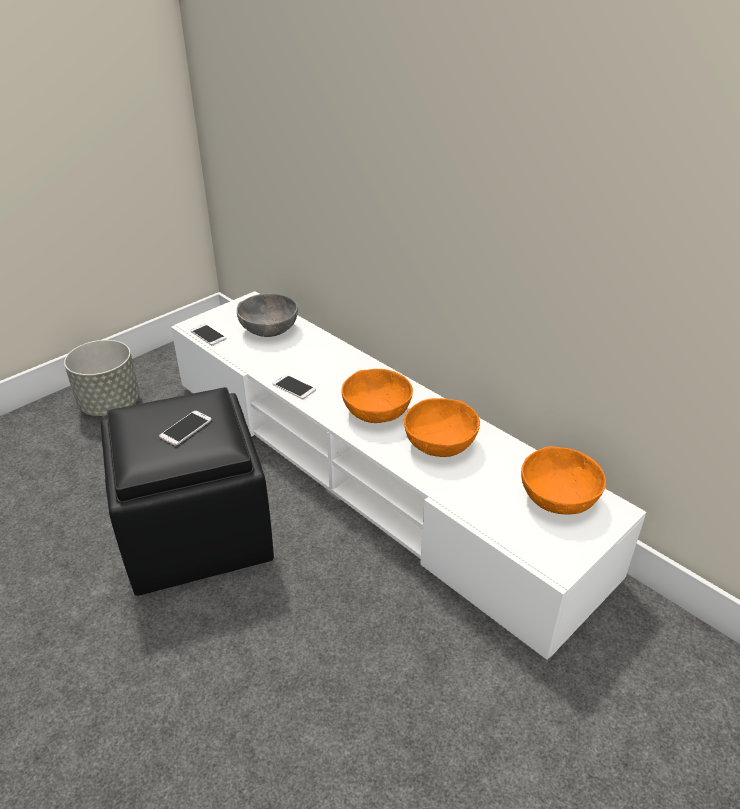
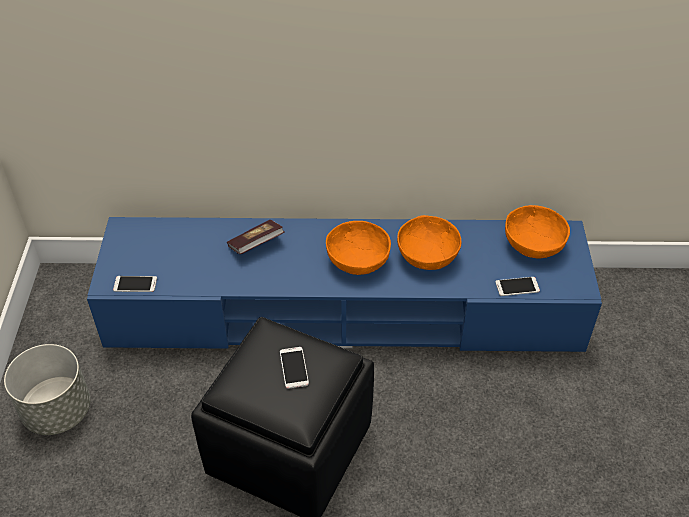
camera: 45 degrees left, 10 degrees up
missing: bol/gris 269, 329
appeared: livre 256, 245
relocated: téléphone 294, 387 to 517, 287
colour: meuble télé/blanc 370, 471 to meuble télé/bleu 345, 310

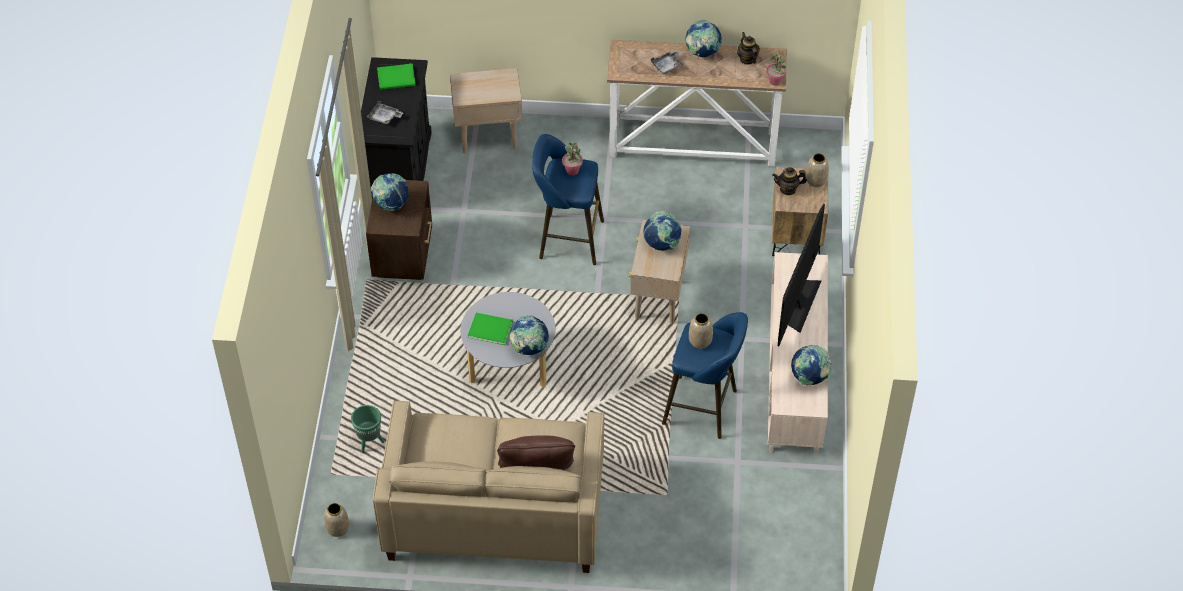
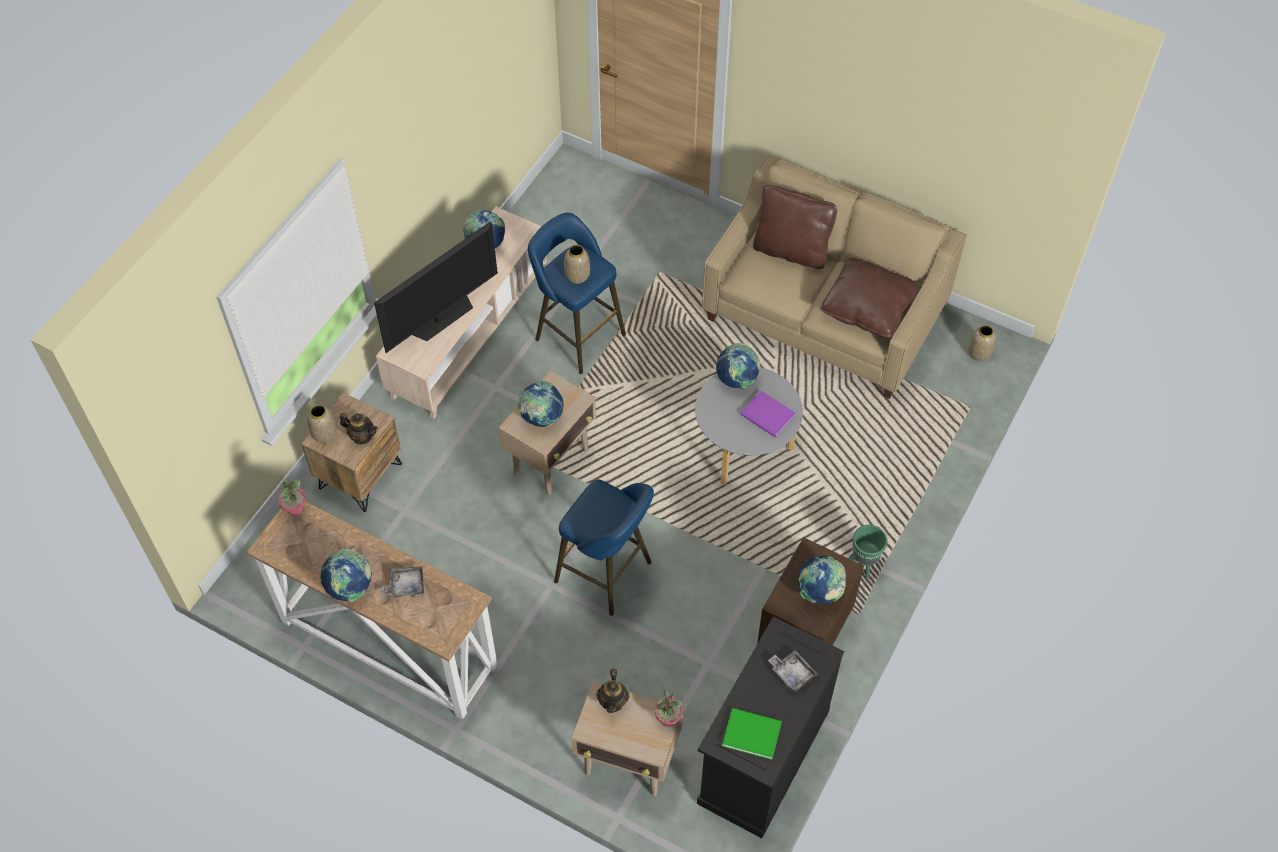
camera: 155 degrees left, 5 degrees up
appeared: coussin/marron 867, 307
relocated: cache-pot/vert 369, 442 to 864, 564; plante en pot 572, 170 to 668, 719; théière 747, 59 to 613, 701
colour: livre/vert 489, 328 to livre/violet 768, 416

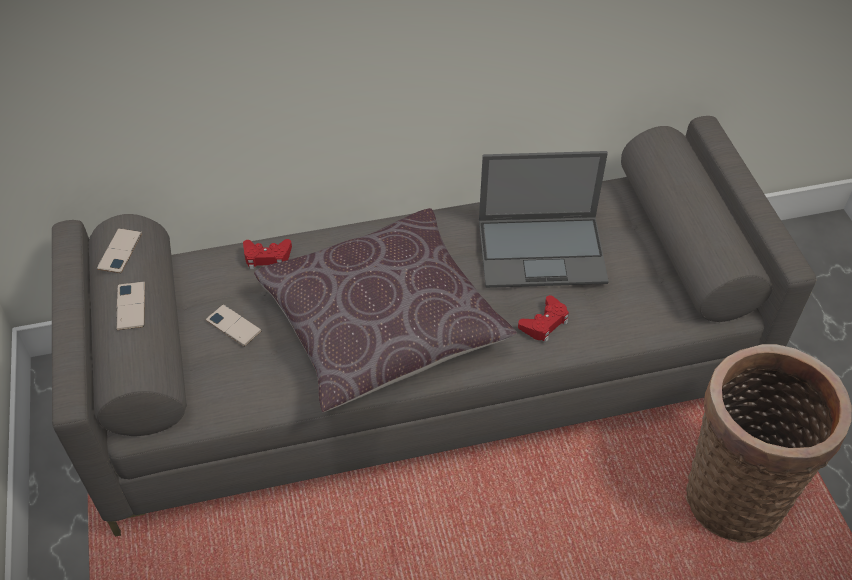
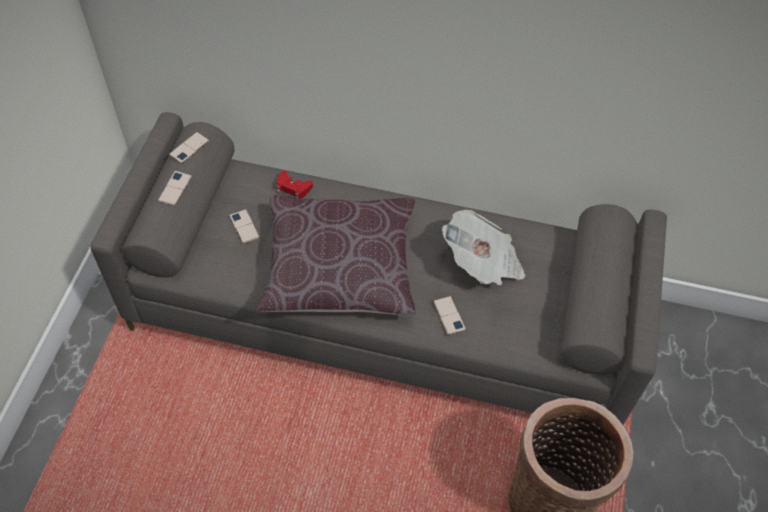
camera: 25 degrees right, 5 degrees up
exchanged: ordinateur portable 543, 251 to journal 482, 262; manette/rouge 544, 323 to téléphone 449, 315

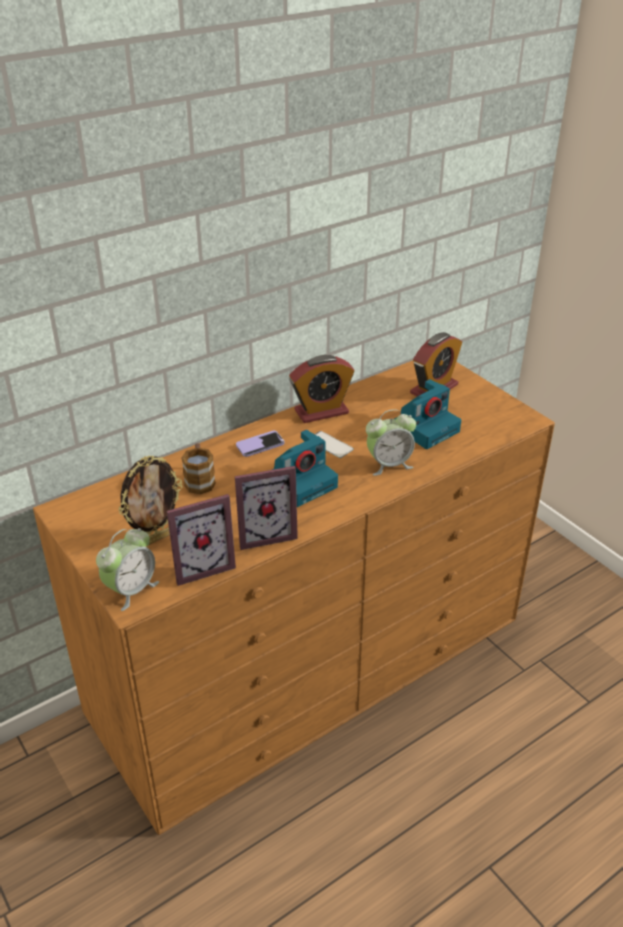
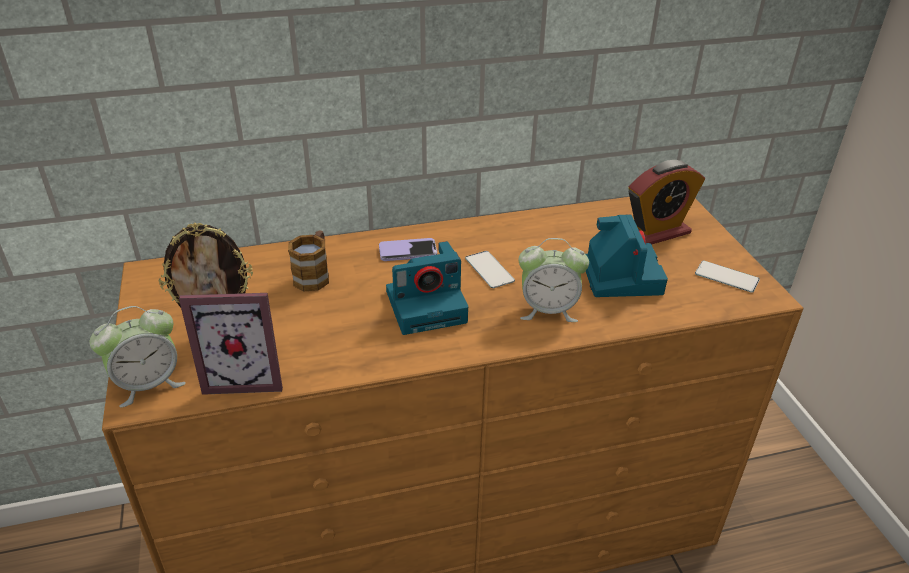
camera: 20 degrees right, 0 degrees up
missing: cadre photo 265, 533; réveil 321, 412
appeared: téléphone 726, 277
spun: appareil photo 425, 428 = 620, 276 75 degrees counterclockwise

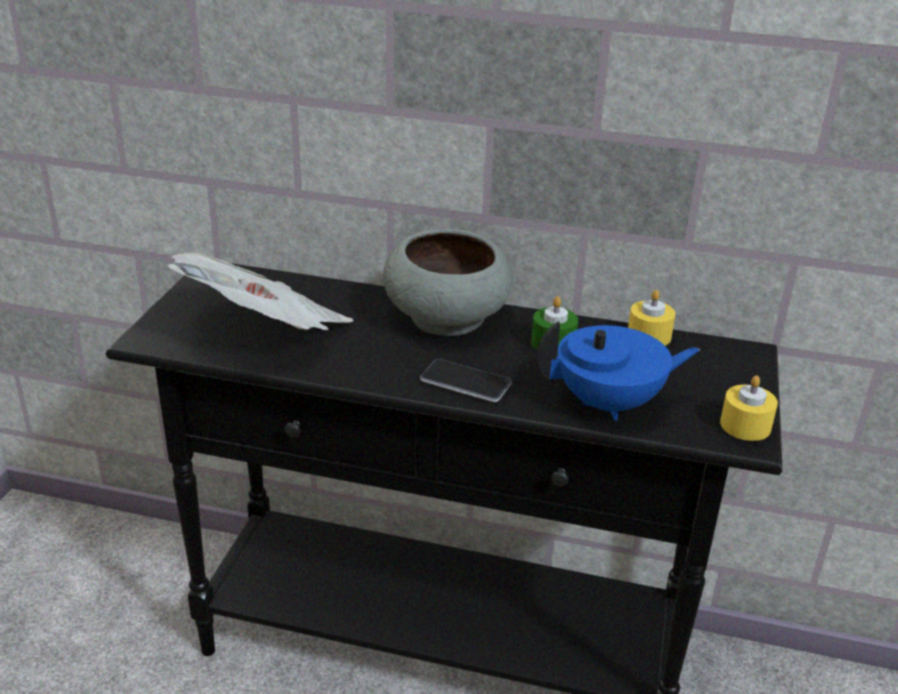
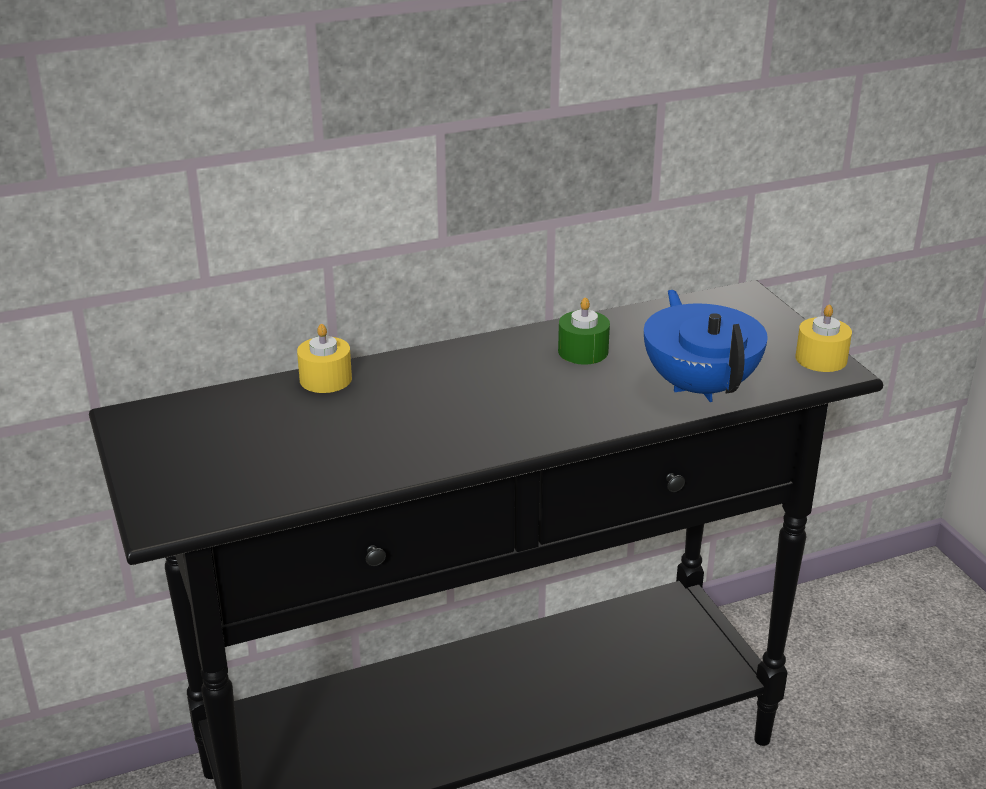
camera: 35 degrees left, 0 degrees up
missing: journal 267, 333; bol/gris 448, 317; téléphone 465, 382
relocated: bougie/jaune 649, 336 to 325, 379
spun: théière/bleu 610, 404 = 700, 386 60 degrees counterclockwise

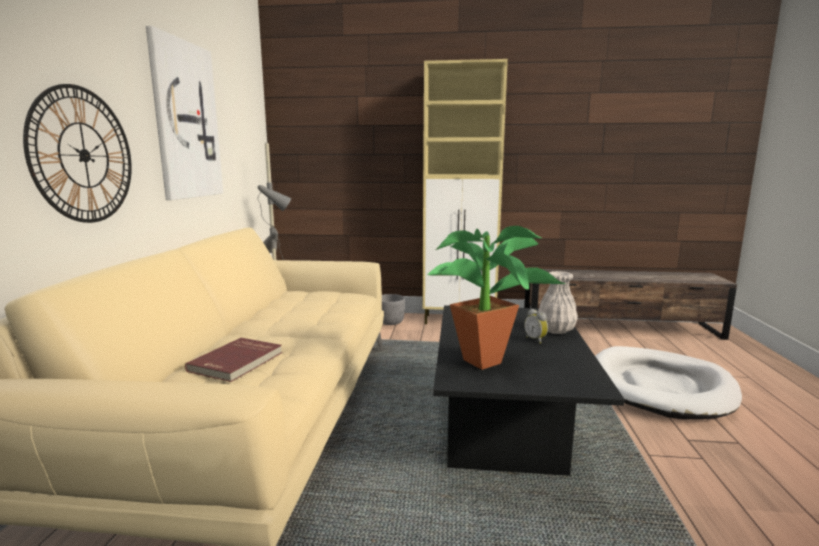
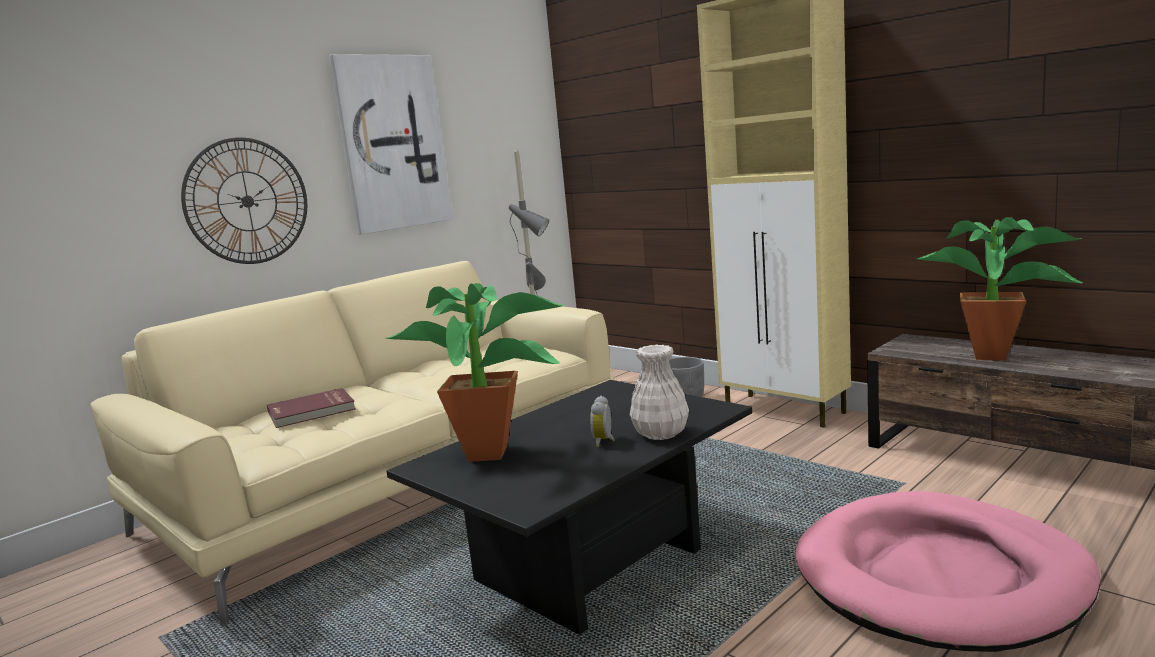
camera: 40 degrees right, 0 degrees up
appeared: plante en pot 999, 357
colour: panier pour chien/blanc 659, 387 to panier pour chien/rose 940, 577

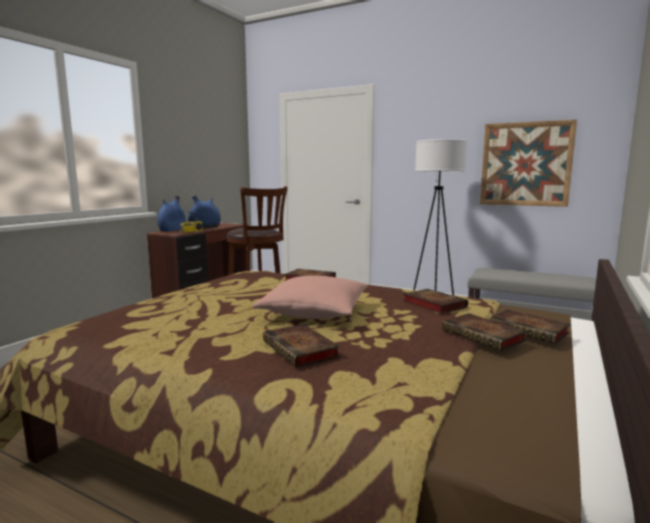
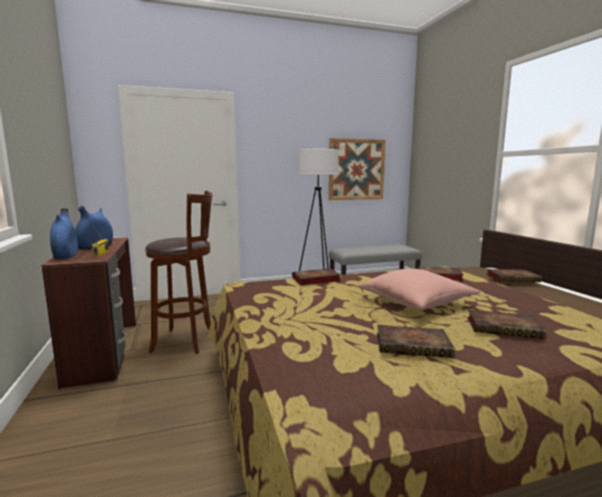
camera: 45 degrees left, 0 degrees up
relocated: livre 485, 336 to 414, 345

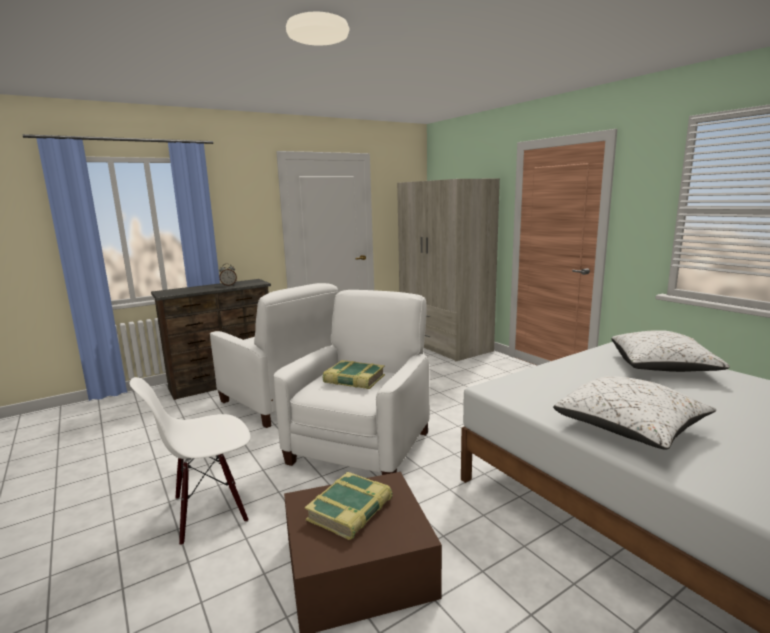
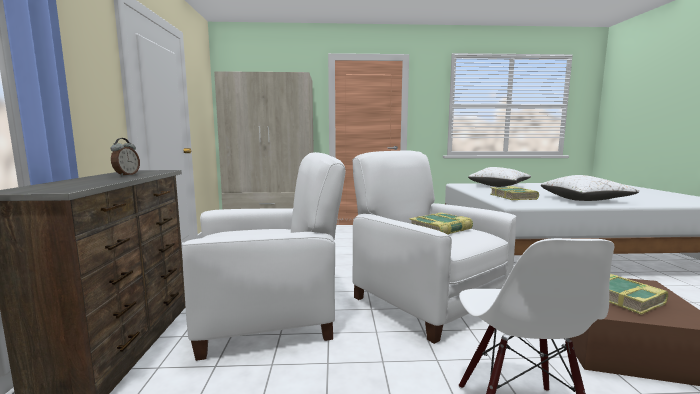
camera: 60 degrees left, 5 degrees down
appeared: livre 513, 197

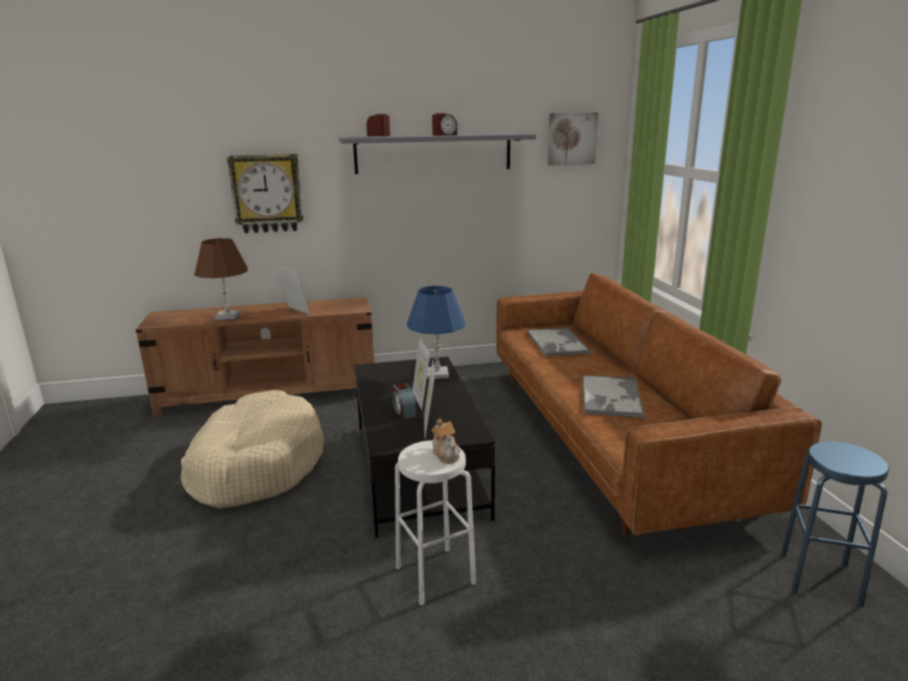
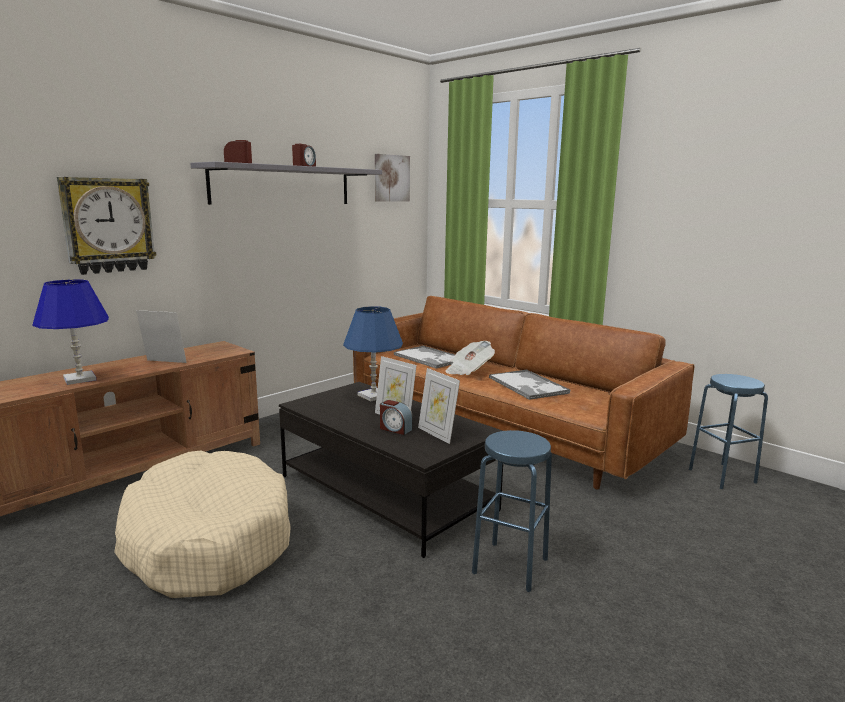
camera: 35 degrees left, 5 degrees down
missing: théière 446, 454
appeared: journal 468, 370
colour: lampe de table/marron 227, 316 to lampe de table/bleu 80, 379; tabouret/blanc 435, 575 to tabouret/bleu 510, 565

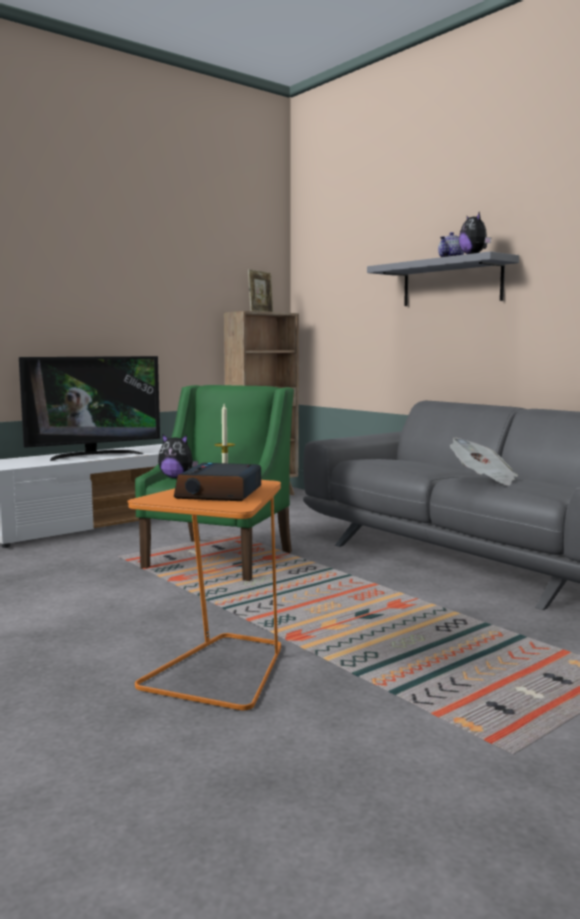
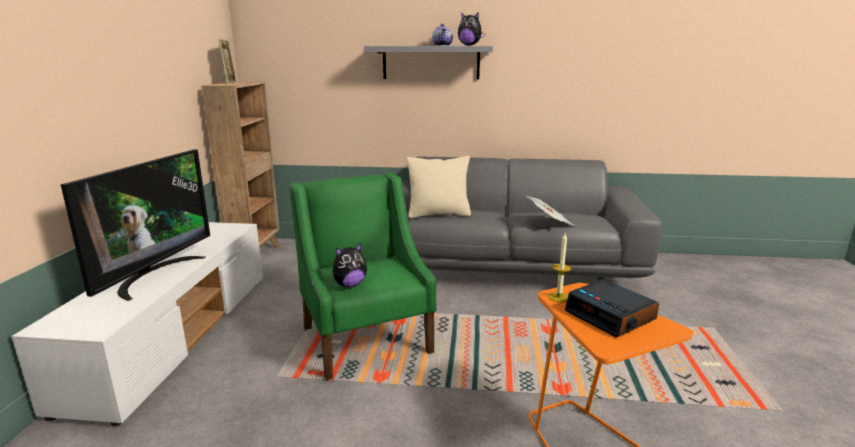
camera: 45 degrees left, 10 degrees up
appeared: coussin/beige 439, 214

